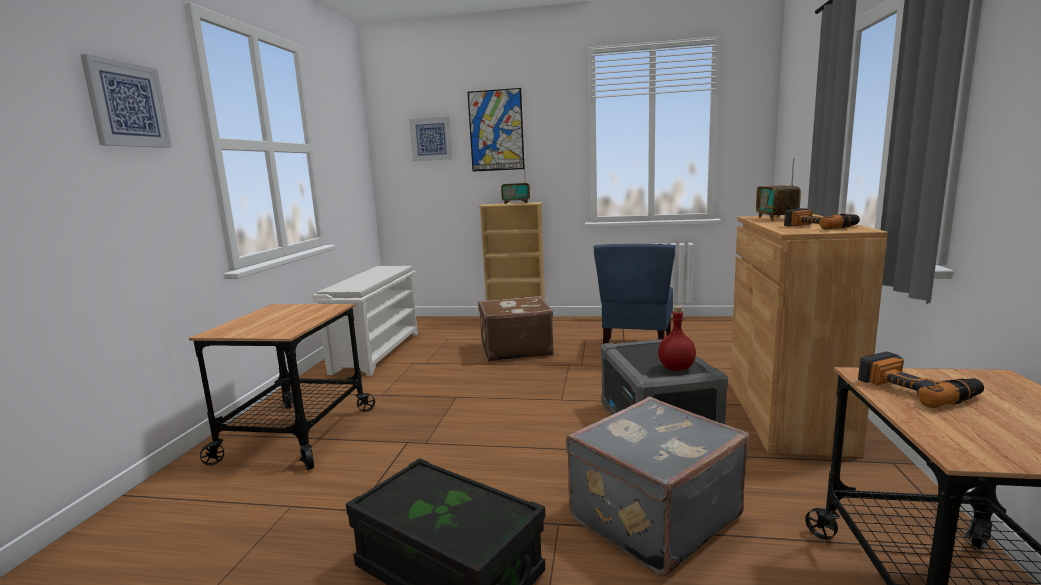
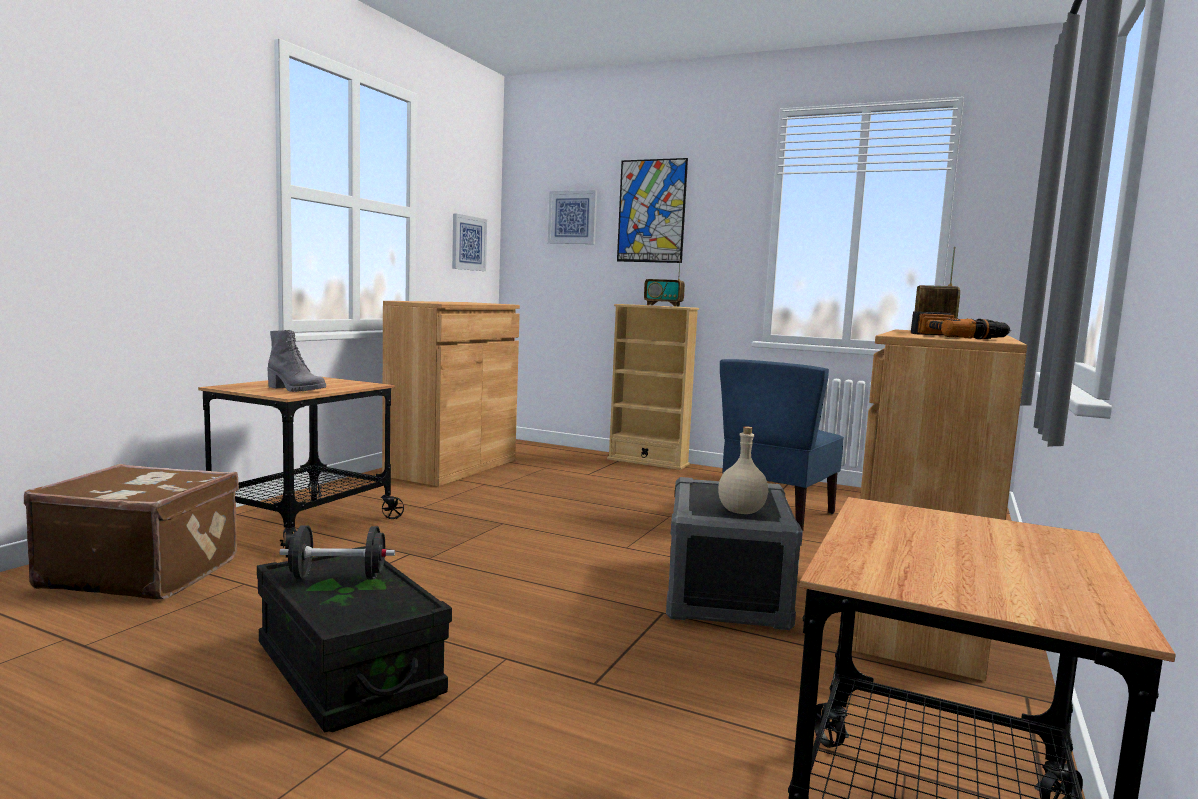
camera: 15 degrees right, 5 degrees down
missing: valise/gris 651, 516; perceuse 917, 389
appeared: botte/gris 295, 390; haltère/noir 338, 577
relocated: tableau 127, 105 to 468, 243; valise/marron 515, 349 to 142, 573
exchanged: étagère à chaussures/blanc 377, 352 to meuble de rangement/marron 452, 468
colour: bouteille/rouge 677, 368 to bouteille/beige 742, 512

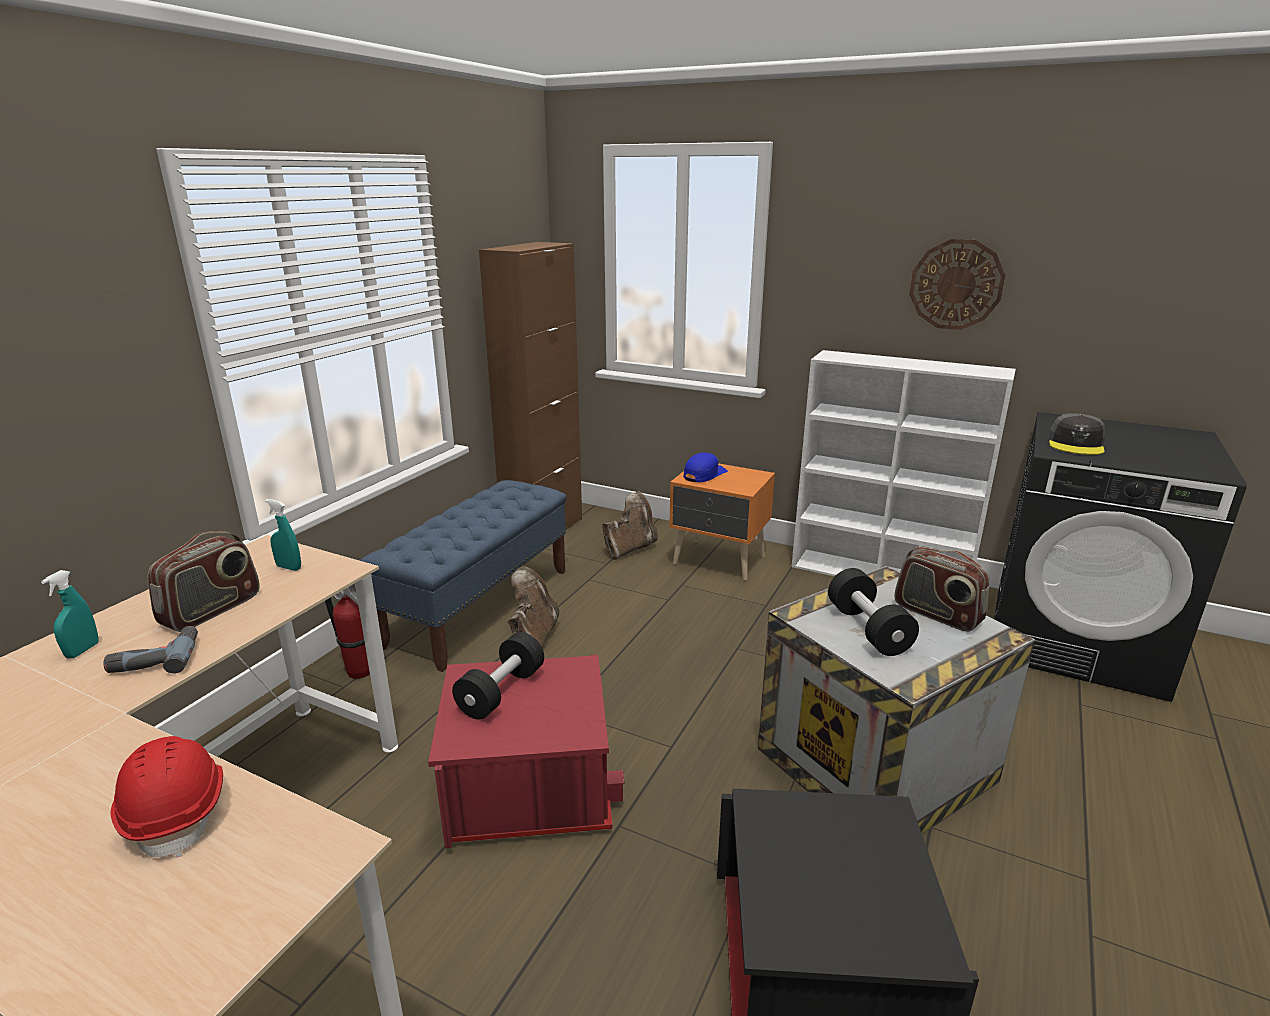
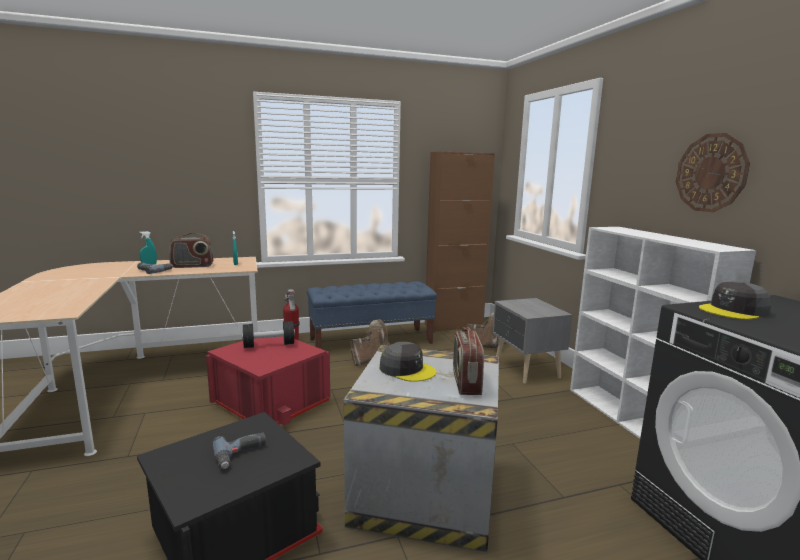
camera: 45 degrees right, 10 degrees down
missing: casque de chantier/rouge 178, 811; casquette/bleu 704, 474
appeared: perceuse 241, 454
exchanged: haltère/noir 868, 629 to casquette/gris 407, 369
colour: table de chevet/orange 719, 561 to table de chevet/gris 526, 370

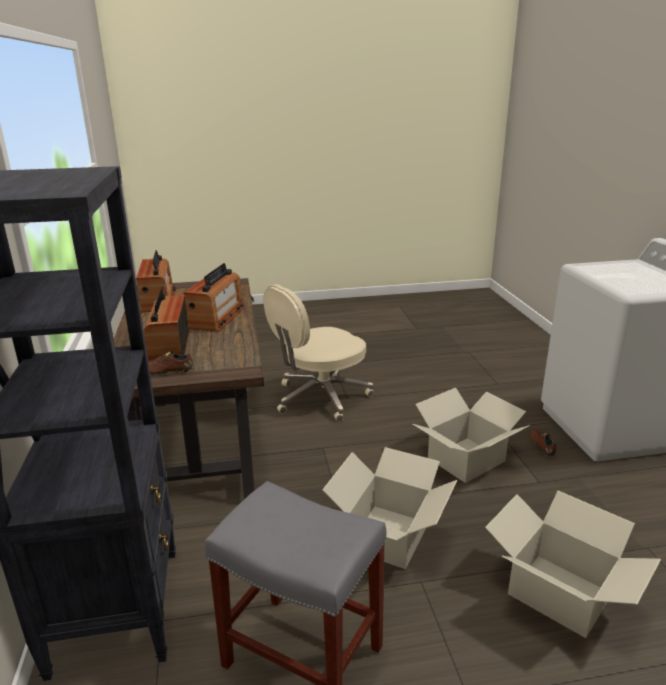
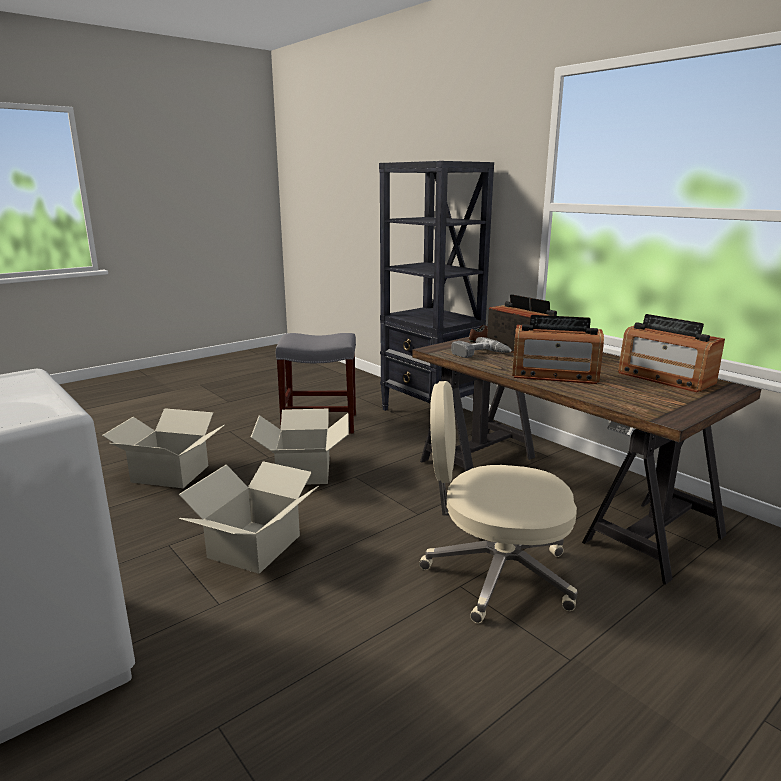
camera: 150 degrees right, 5 degrees down
missing: chaussure/marron 542, 446
appeared: perceuse 481, 354
spun: radio 217, 317 = 554, 375 60 degrees counterclockwise; chaise de bureau/beige 320, 398 = 495, 574 105 degrees counterclockwise

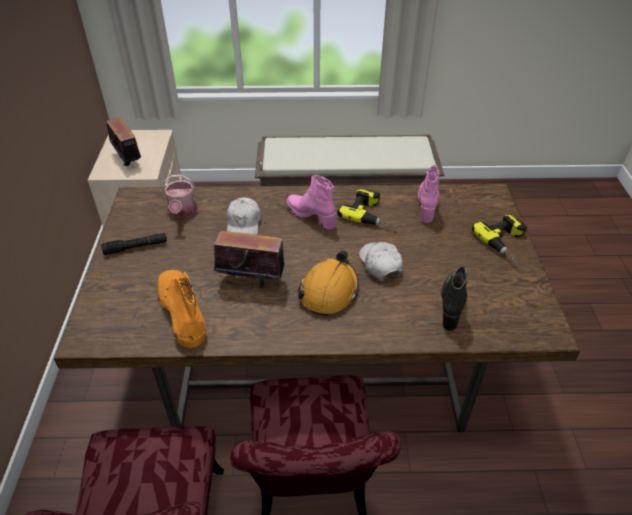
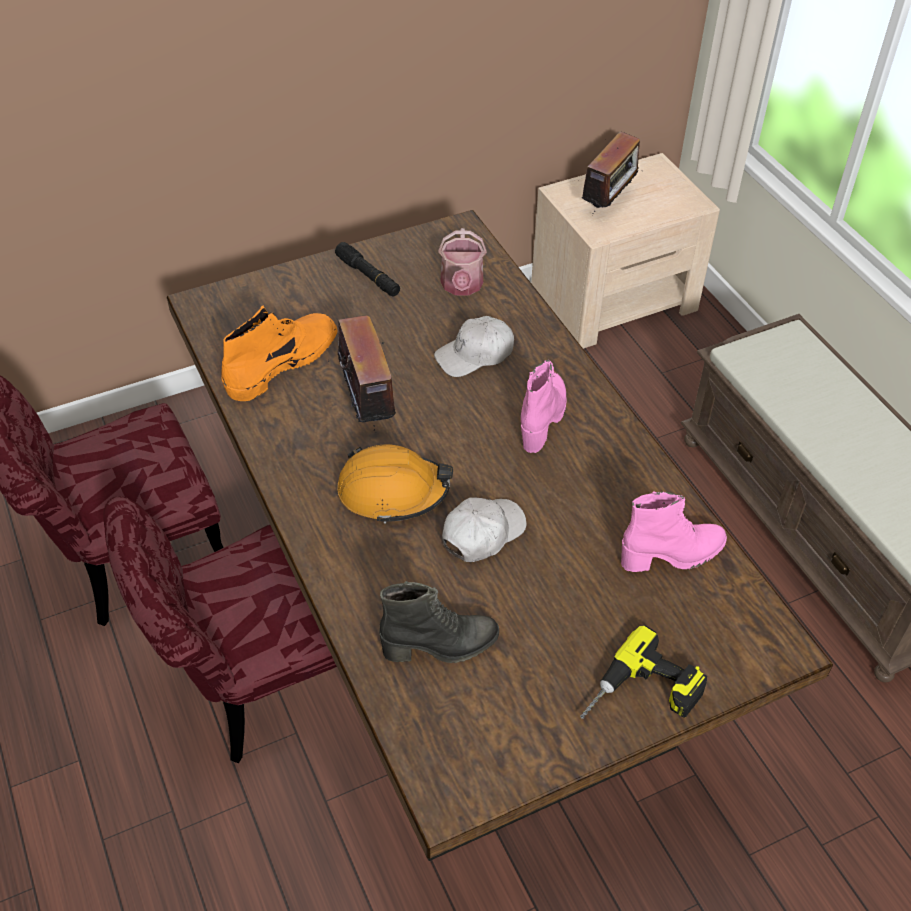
camera: 65 degrees right, 5 degrees up
missing: perceuse 373, 214
spun: arrosoir 182, 212 = 461, 286 60 degrees counterclockwise

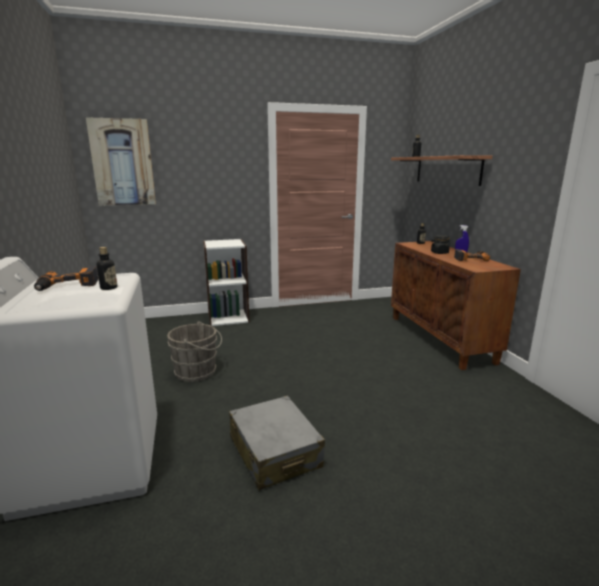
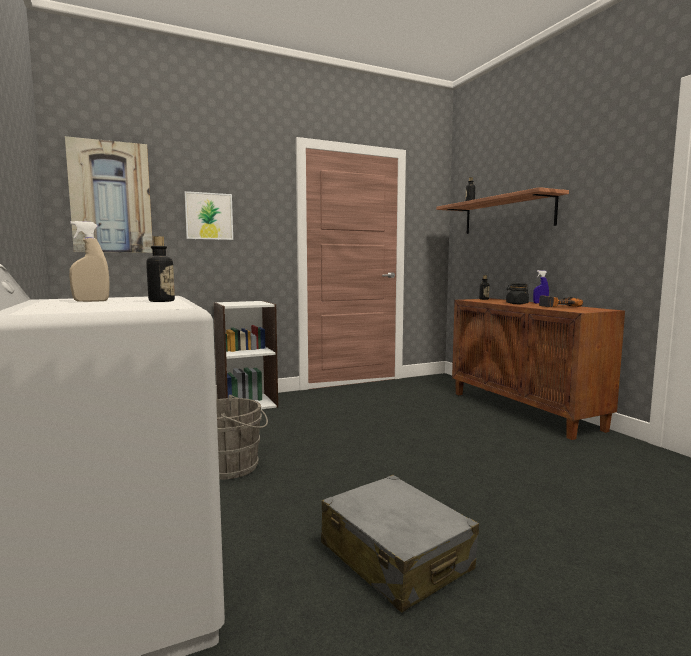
camera: 10 degrees left, 10 degrees down
appeared: tableau 209, 216
exchanged: perceuse 68, 286 to vaporisateur/beige 91, 301

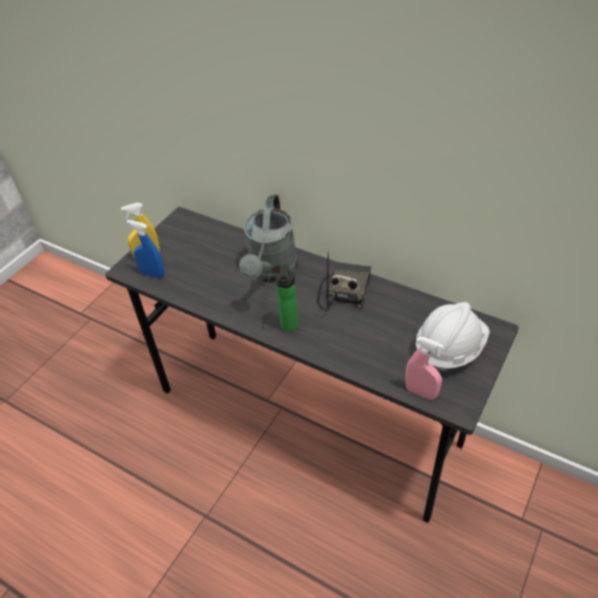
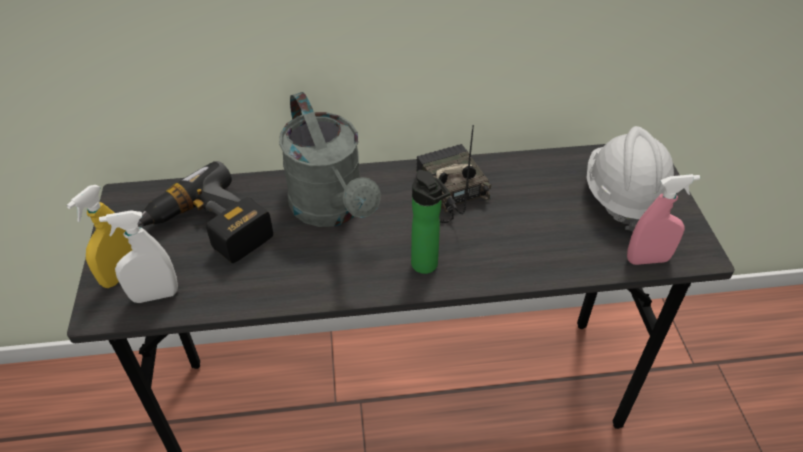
camera: 40 degrees left, 0 degrees up
appeared: perceuse 208, 230
colour: vaporisateur/bleu 152, 274 to vaporisateur/blanc 155, 295

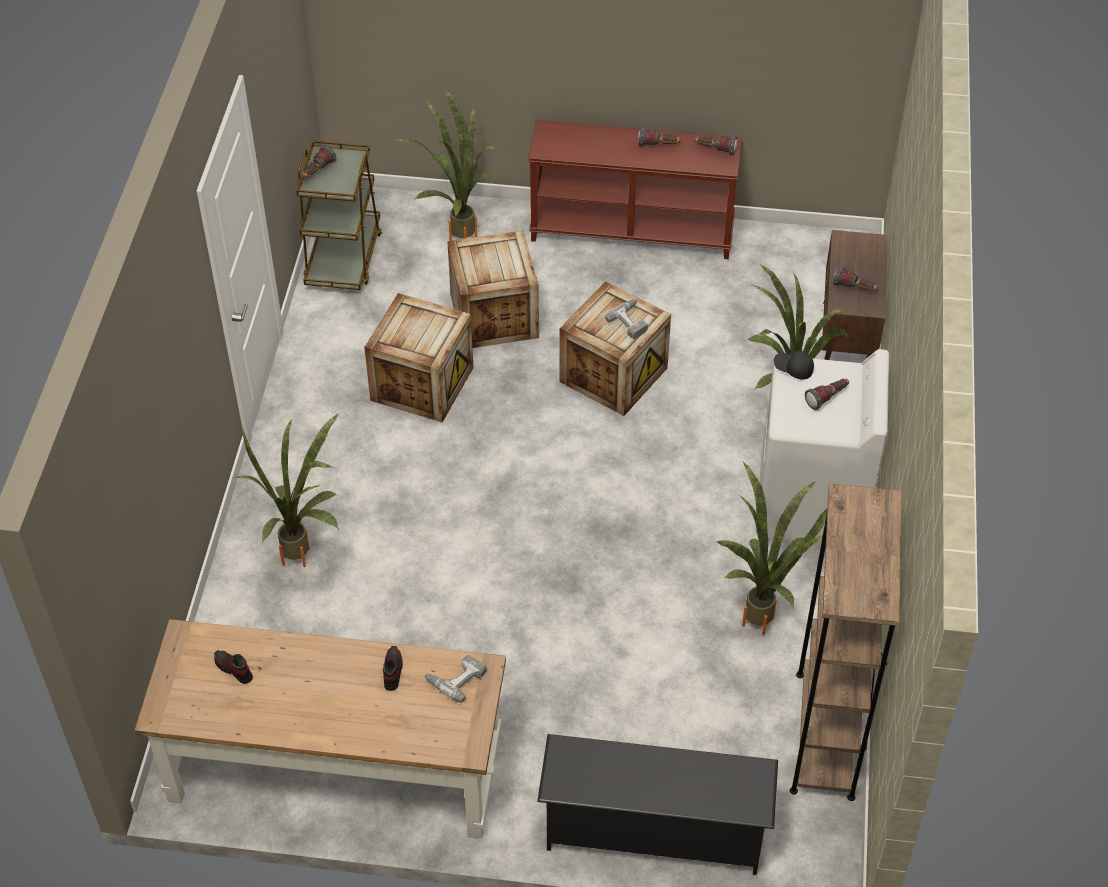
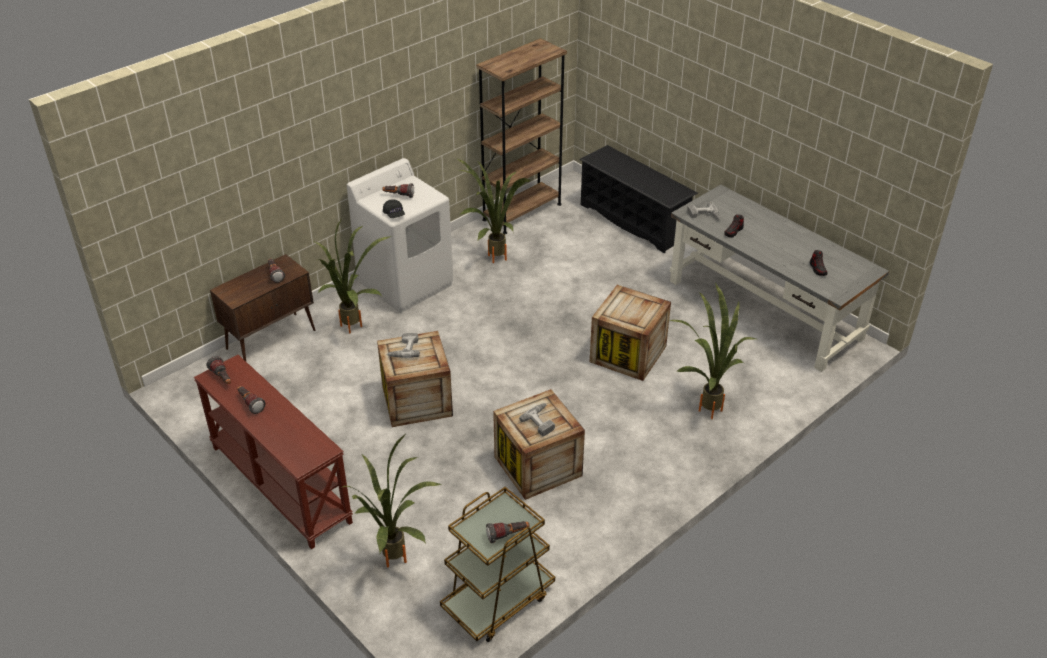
camera: 140 degrees left, 10 degrees down
appeared: perceuse 542, 421
relocated: caisse 494, 316 to 628, 354
colour: bureau/marron 334, 768 to bureau/gris 765, 309

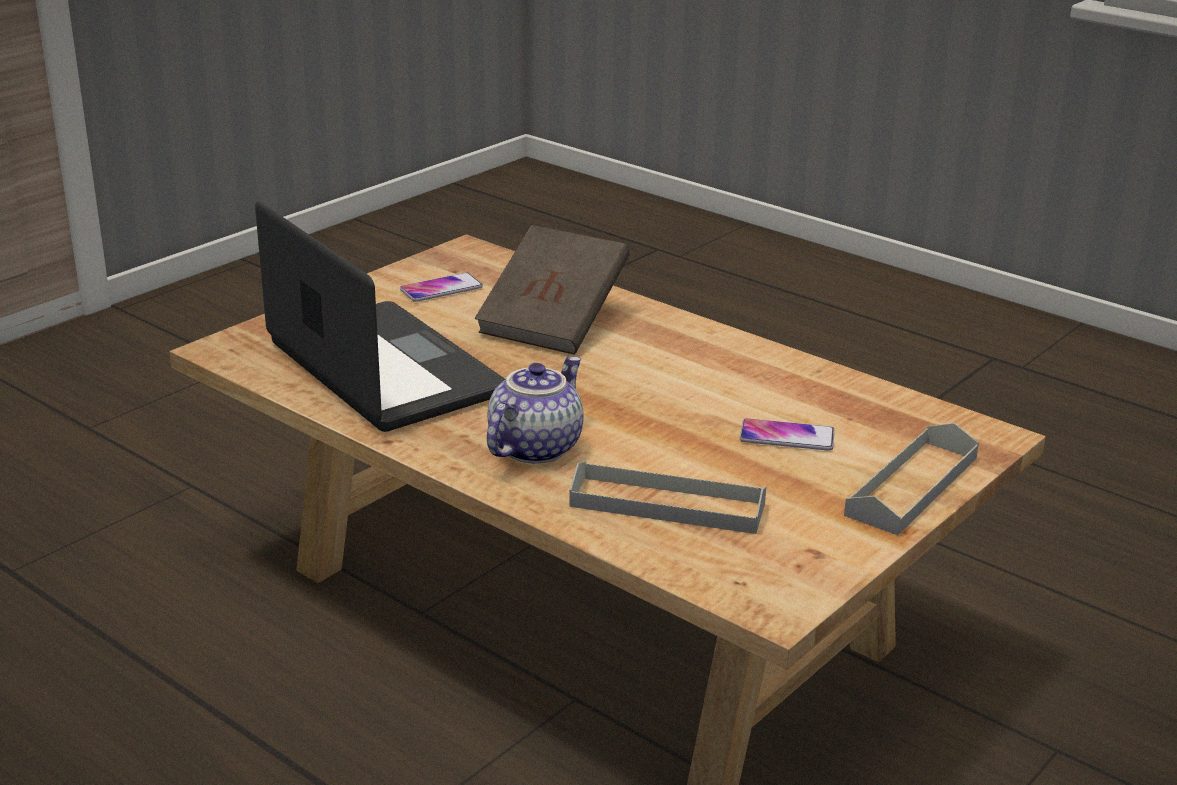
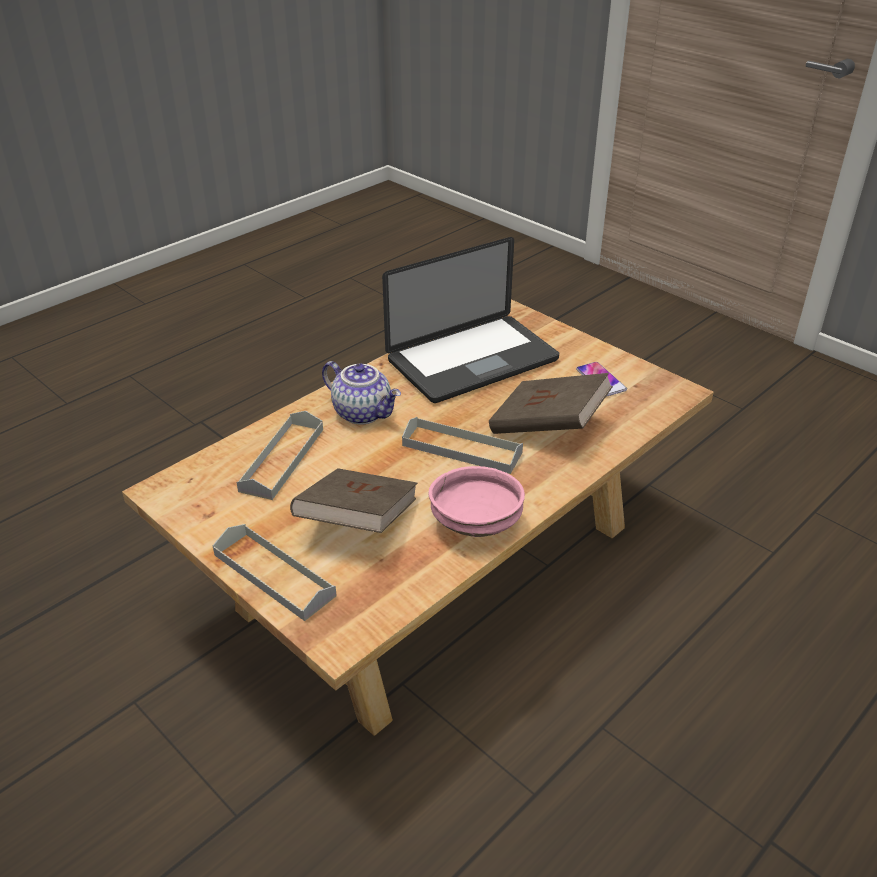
camera: 95 degrees right, 10 degrees up
appeared: plateau/gris 462, 449; bol/rose 476, 523
exchanged: téléphone 787, 436 to livre/marron 358, 521

